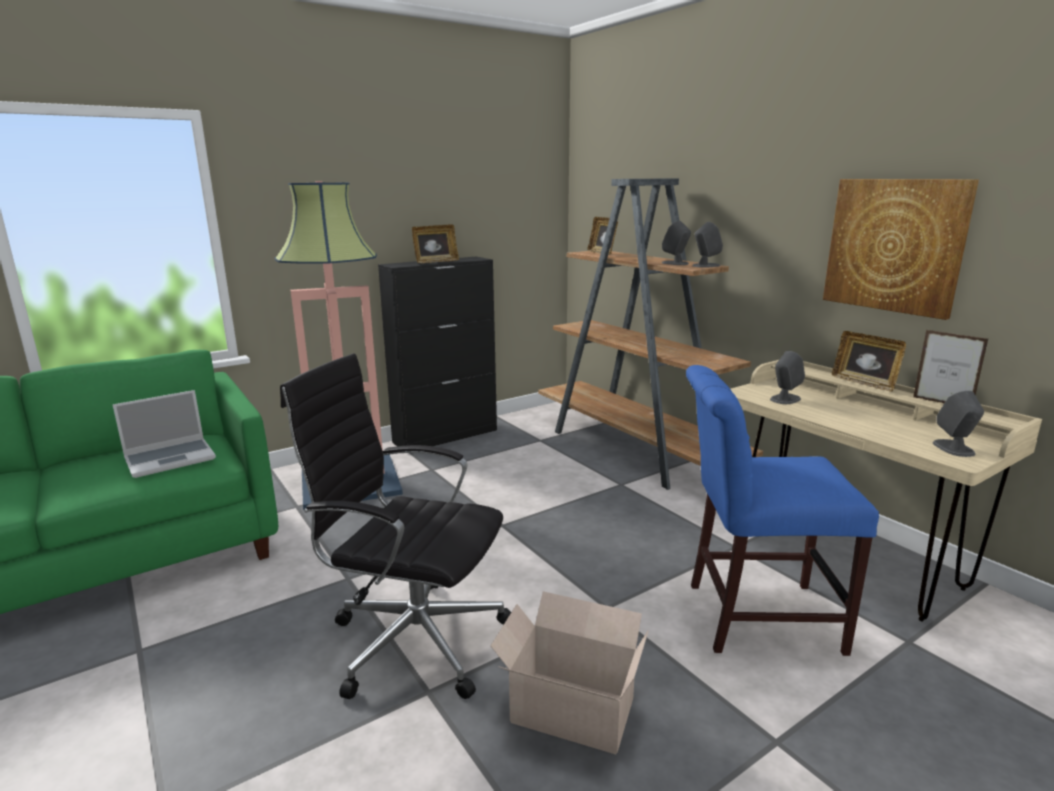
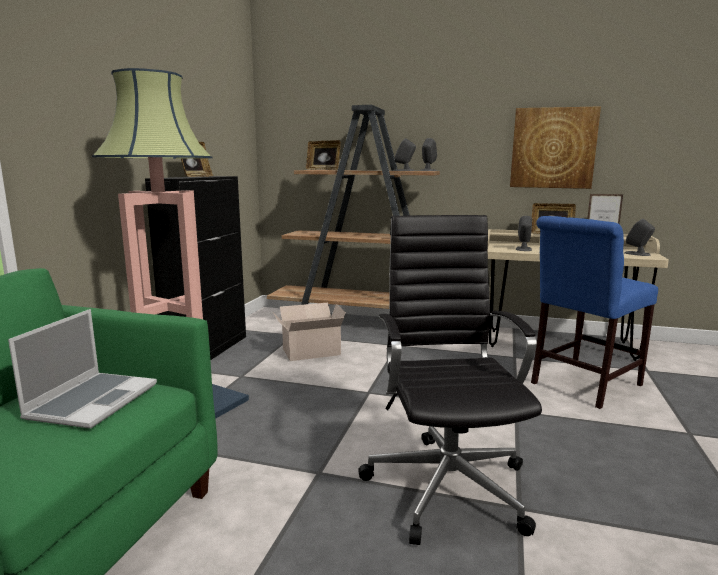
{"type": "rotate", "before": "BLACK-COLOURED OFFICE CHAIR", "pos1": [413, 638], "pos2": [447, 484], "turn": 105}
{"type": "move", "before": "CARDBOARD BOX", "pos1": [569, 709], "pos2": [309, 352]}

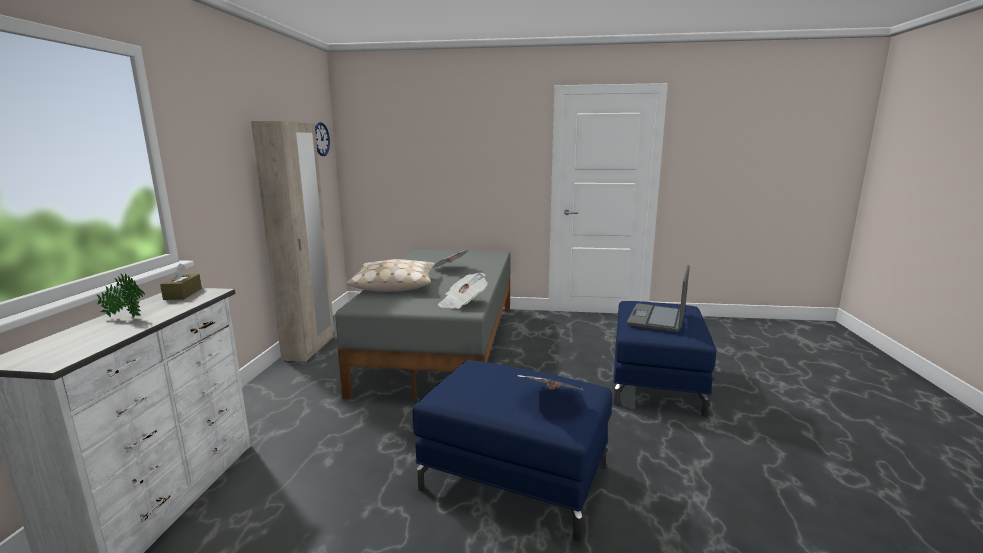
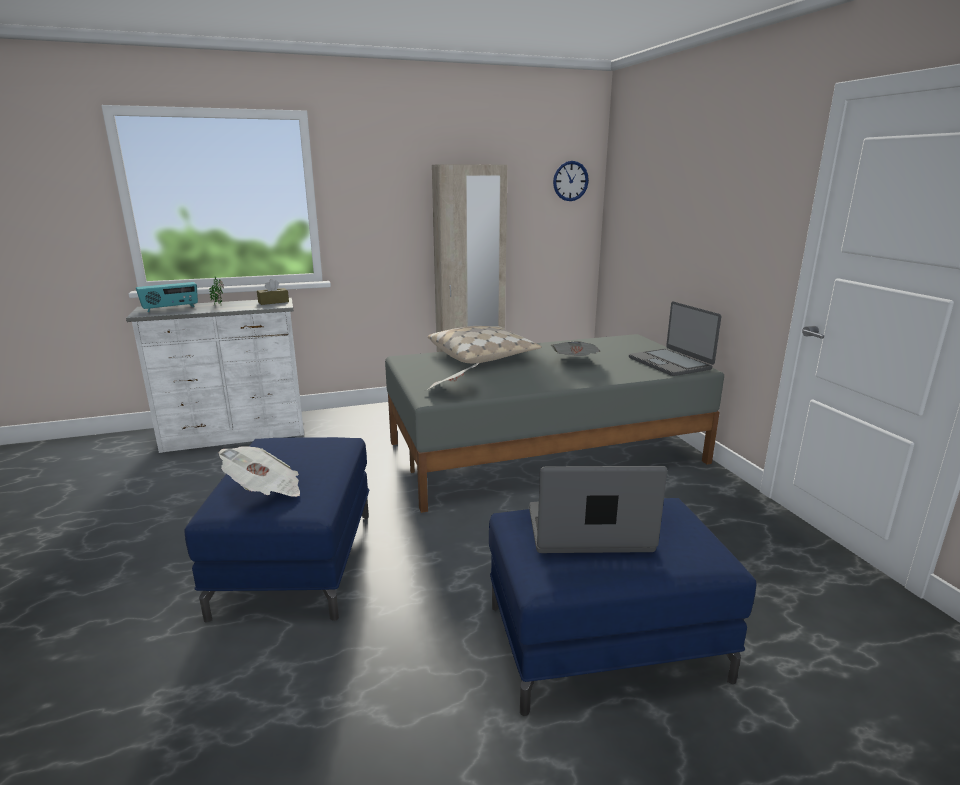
{"type": "insert", "after": "RADIO SET", "pos2": [170, 308]}
{"type": "insert", "after": "PORTABLE COMPUTER", "pos2": [670, 363]}

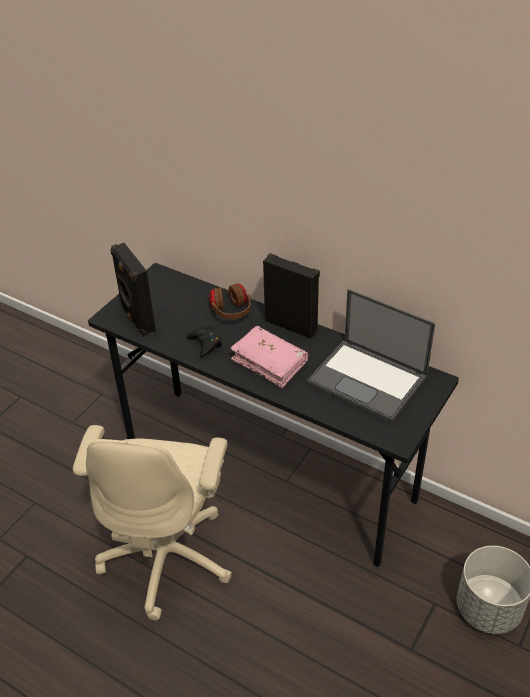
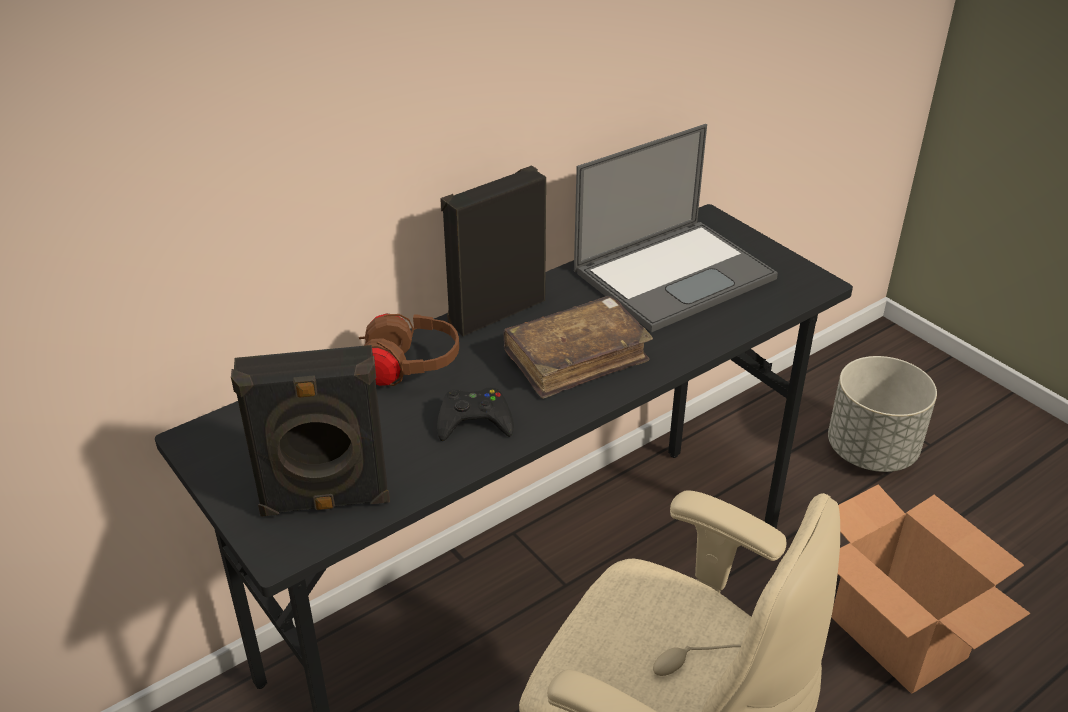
{"type": "recolor", "before": "PINK BOUND BOOK", "after": "BROWN-COLOURED BOUND BOOK", "pos1": [269, 362], "pos2": [576, 358]}
{"type": "insert", "after": "CARDBOARD BOX", "pos2": [899, 638]}

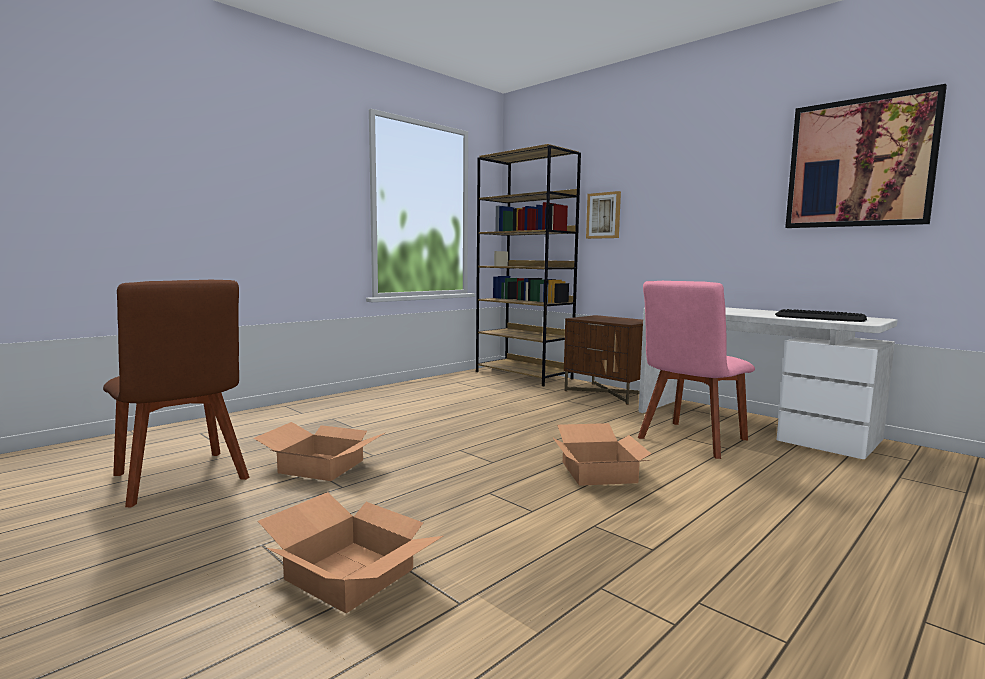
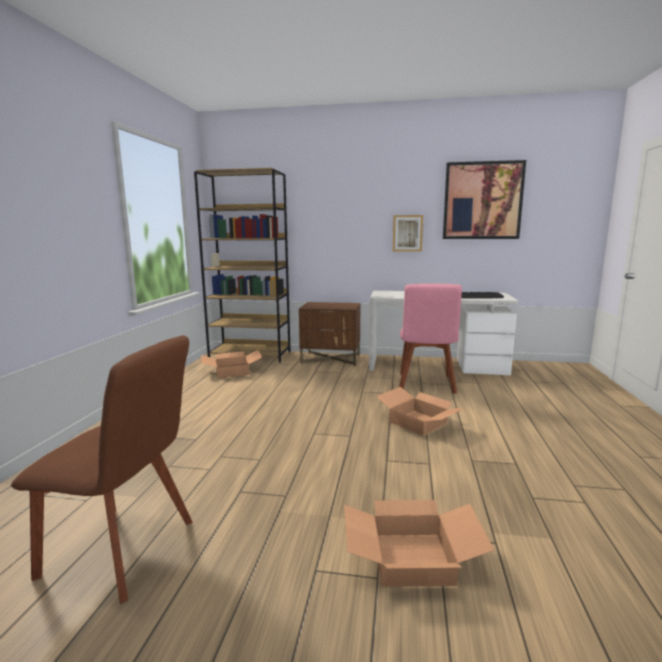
{"type": "move", "before": "WALL ART", "pos1": [603, 215], "pos2": [407, 233]}
{"type": "move", "before": "CARDBOARD BOX", "pos1": [323, 466], "pos2": [232, 371]}

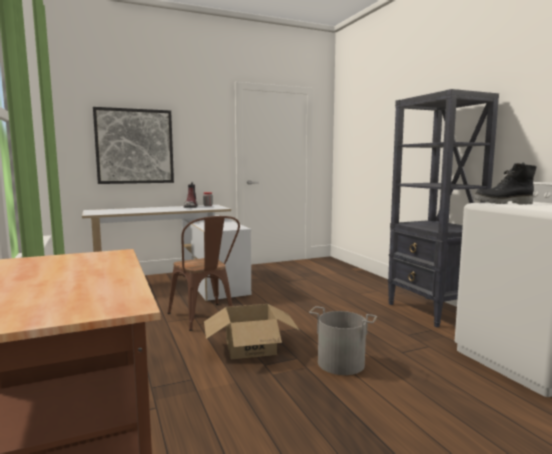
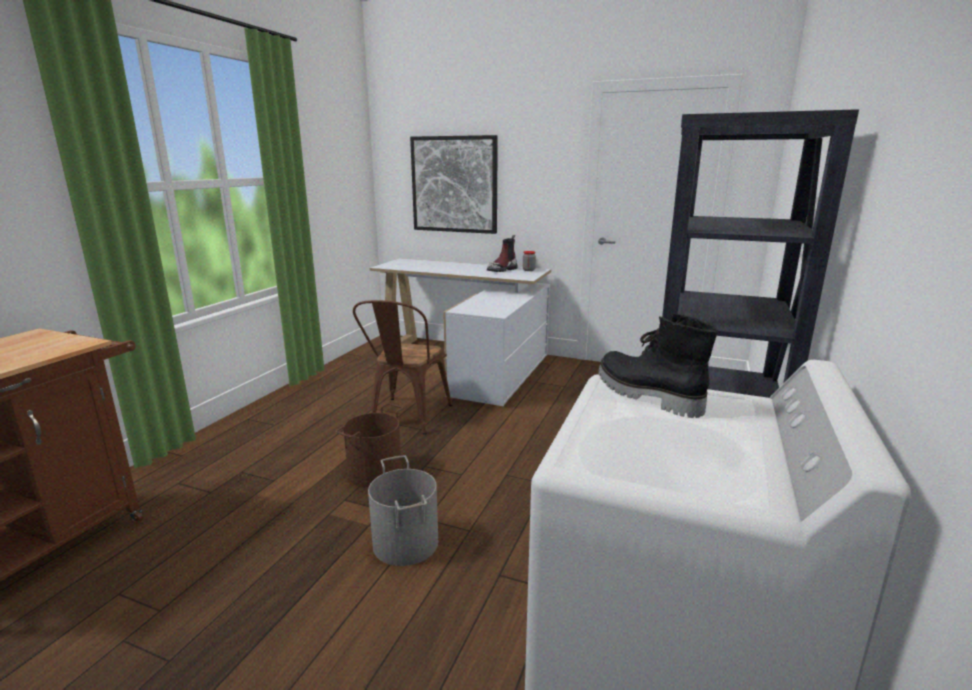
{"type": "replace", "before": "CARDBOARD BOX", "after": "BROWN-COLOURED WATER BUCKET", "pos1": [251, 347], "pos2": [375, 472]}

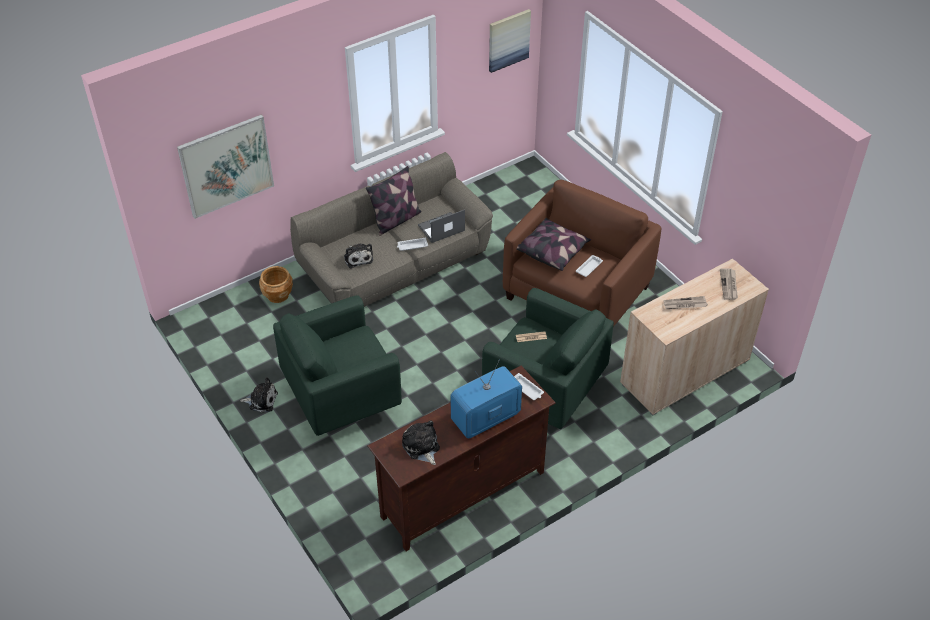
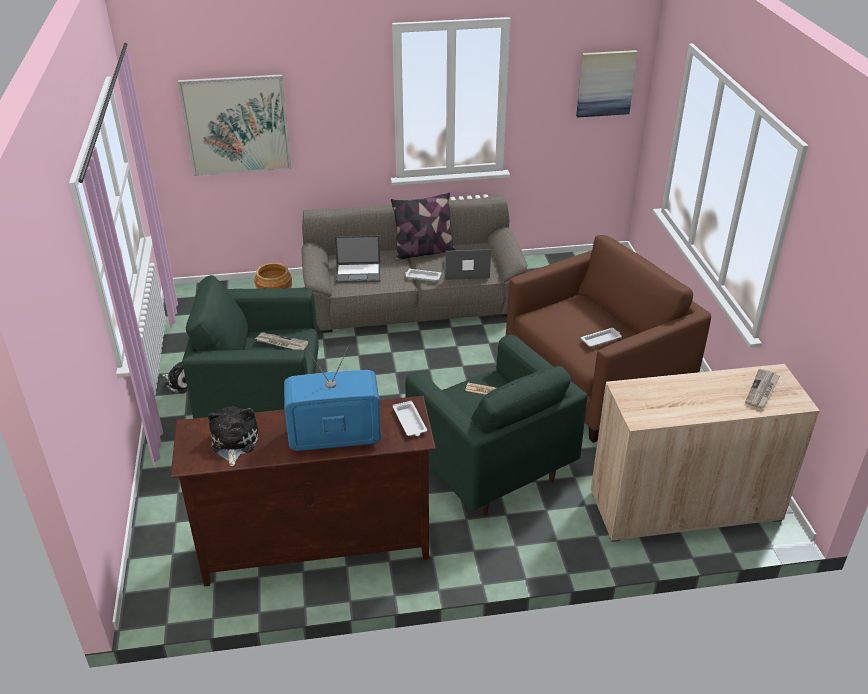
{"type": "delete", "before": "PILLOW", "pos1": [552, 251]}
{"type": "replace", "before": "CUDDLY TOY", "after": "PORTABLE COMPUTER", "pos1": [358, 258], "pos2": [359, 273]}
{"type": "move", "before": "PRINTED PAPER", "pos1": [684, 304], "pos2": [281, 343]}

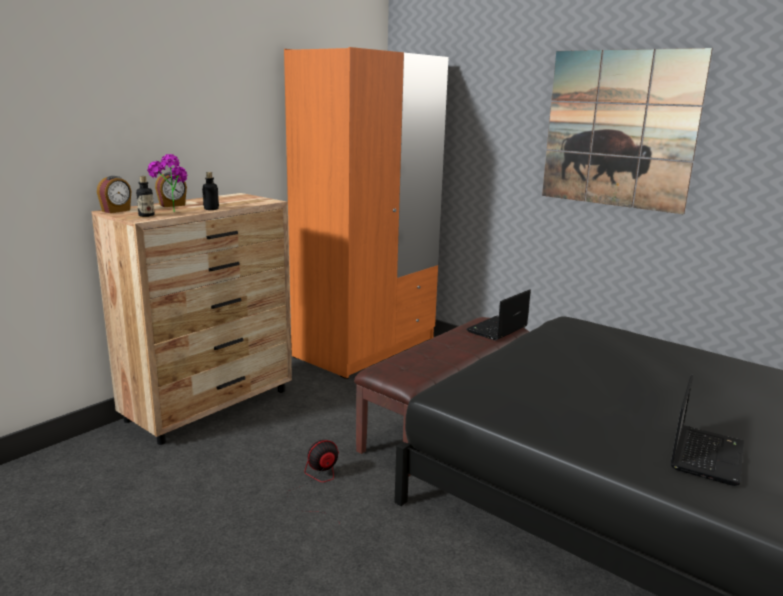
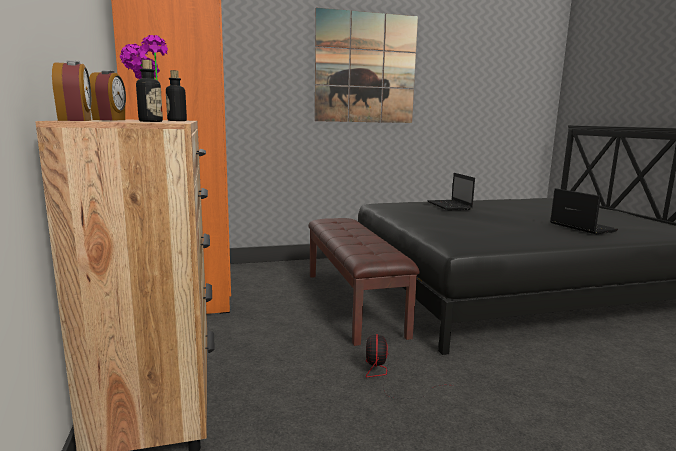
{"type": "move", "before": "PORTABLE COMPUTER", "pos1": [497, 330], "pos2": [450, 206]}

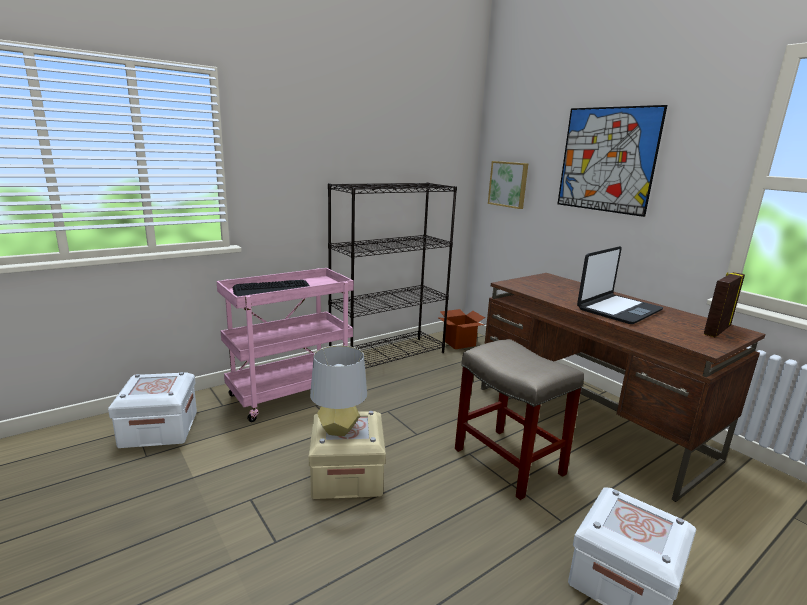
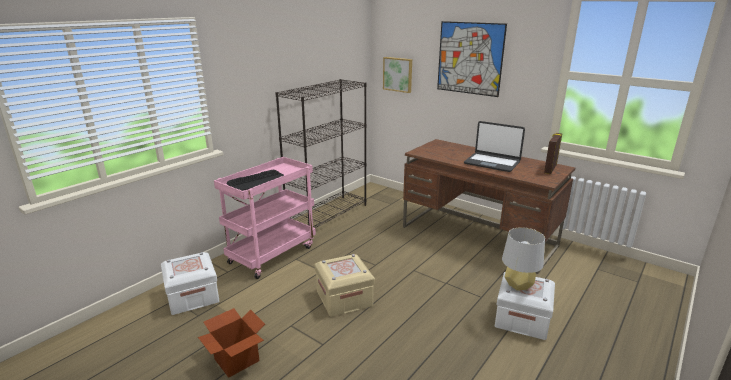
{"type": "rotate", "before": "PORTABLE COMPUTER", "pos1": [618, 309], "pos2": [492, 163], "turn": 90}
{"type": "move", "before": "CARDBOARD BOX", "pos1": [459, 343], "pos2": [237, 360]}
{"type": "delete", "before": "BEIGE-COLOURED STOOL", "pos1": [507, 460]}
{"type": "move", "before": "GREYISH TABLE LAMP", "pos1": [338, 429], "pos2": [518, 285]}

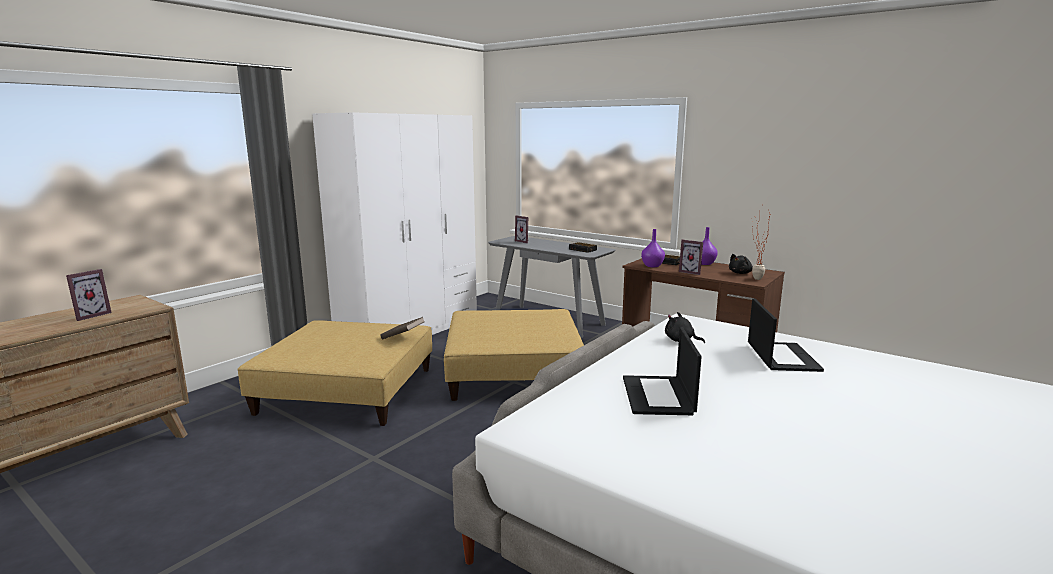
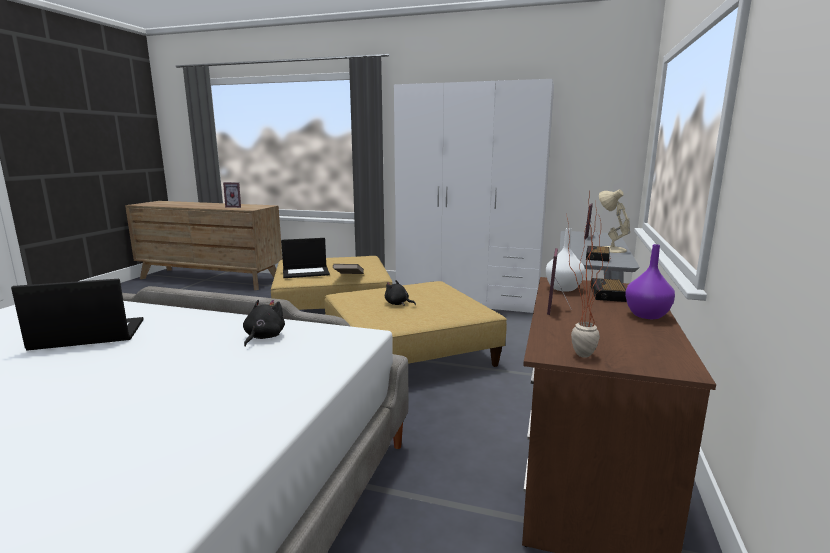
{"type": "recolor", "before": "PURPLE-COLOURED VASE", "after": "WHITISH VASE", "pos1": [651, 266], "pos2": [563, 288]}
{"type": "move", "before": "BLACK-COLOURED CUDDLY TOY", "pos1": [741, 273], "pos2": [398, 304]}
{"type": "move", "before": "PORTABLE COMPUTER", "pos1": [781, 356], "pos2": [306, 272]}
{"type": "insert", "after": "BEIGE-COLOURED TABLE LAMP", "pos2": [610, 249]}

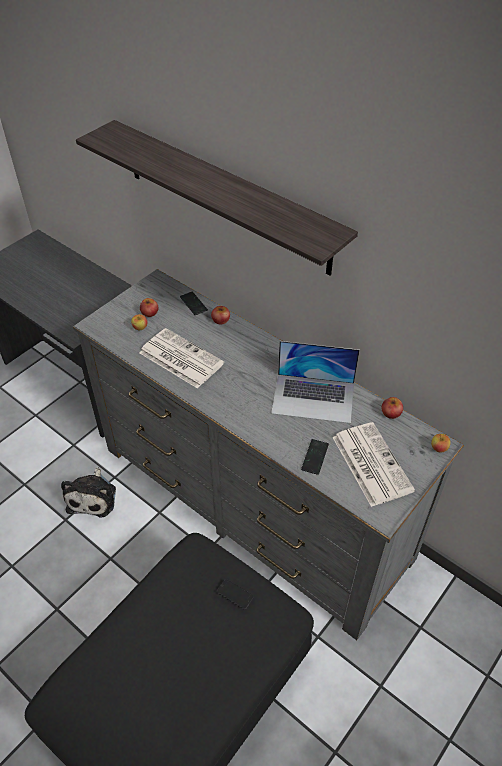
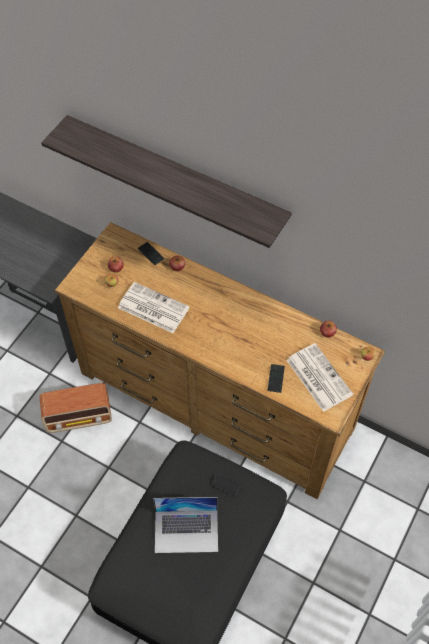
{"type": "recolor", "before": "GREYISH DRESSER", "after": "BROWN-COLOURED DRESSER", "pos1": [253, 502], "pos2": [215, 400]}
{"type": "move", "before": "PORTABLE COMPUTER", "pos1": [313, 398], "pos2": [186, 531]}
{"type": "replace", "before": "CUDDLY TOY", "after": "RADIO SET", "pos1": [93, 497], "pos2": [79, 417]}

